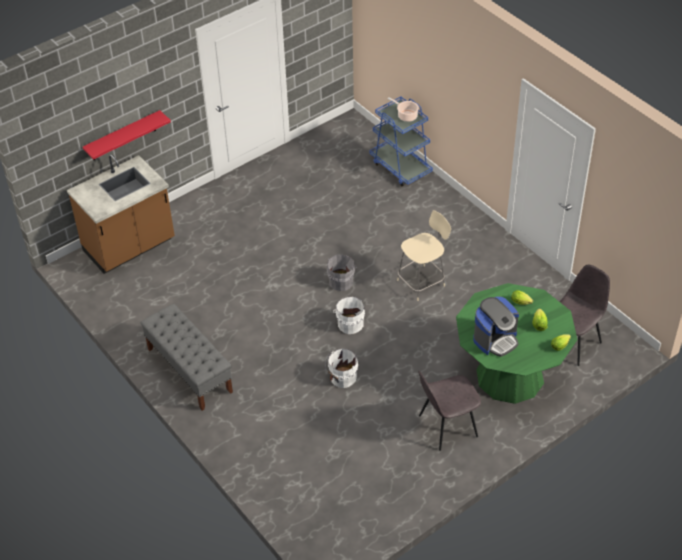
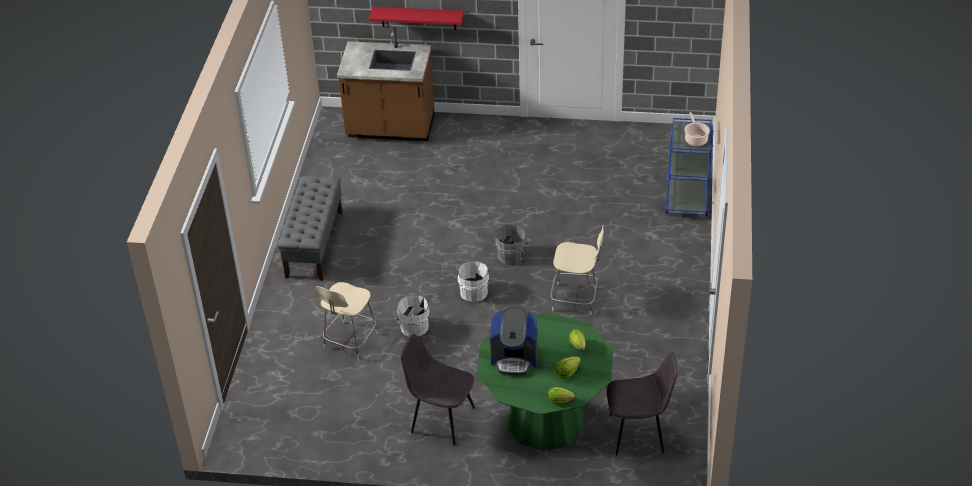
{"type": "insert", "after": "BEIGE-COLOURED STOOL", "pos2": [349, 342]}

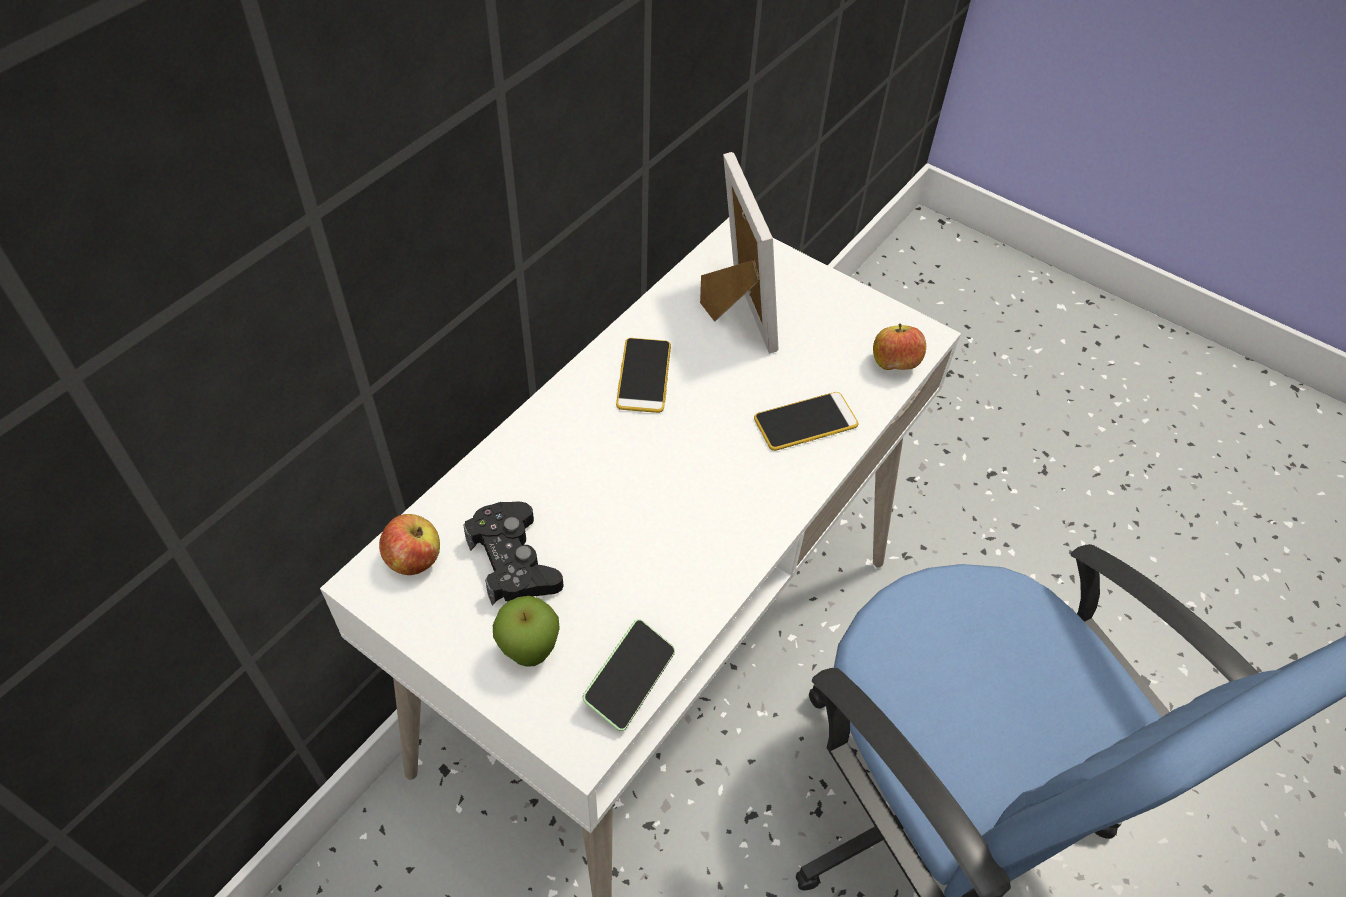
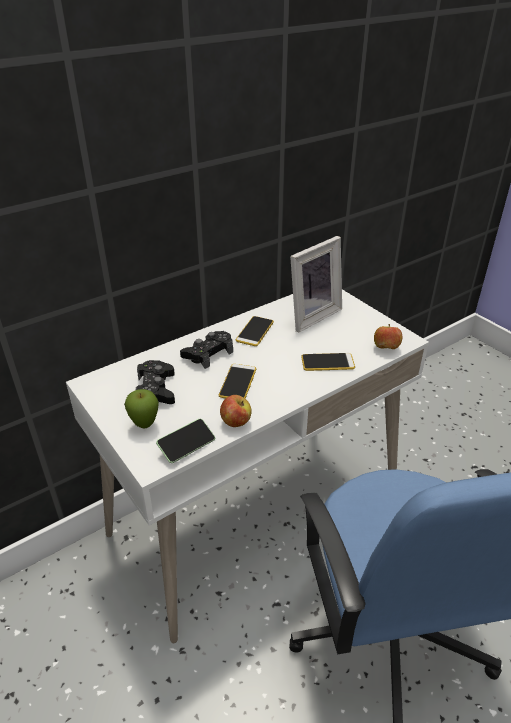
{"type": "rotate", "before": "STANDING FRAME", "pos1": [732, 313], "pos2": [310, 315], "turn": 45}
{"type": "move", "before": "WHOLE APPLE", "pos1": [414, 559], "pos2": [236, 422]}
{"type": "insert", "after": "BLACK-COLOURED JOYPAD", "pos2": [208, 353]}
{"type": "insert", "after": "TELEPHONE", "pos2": [238, 382]}

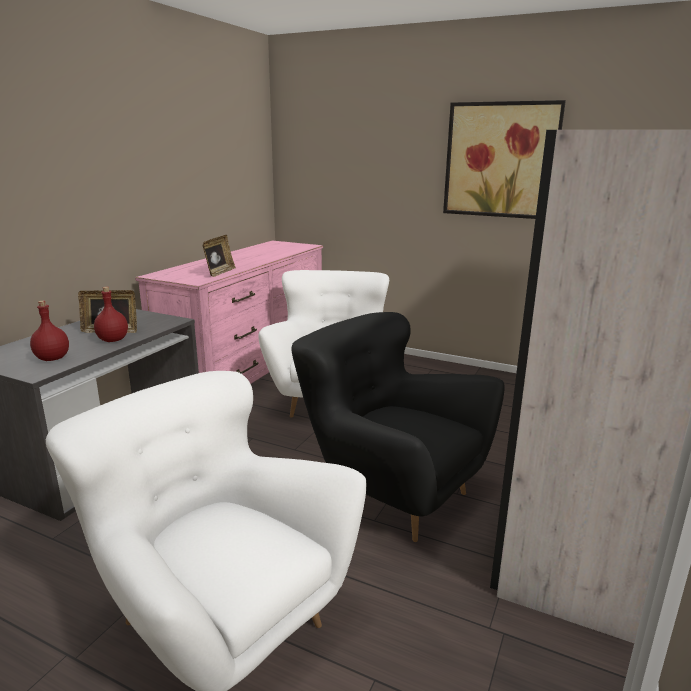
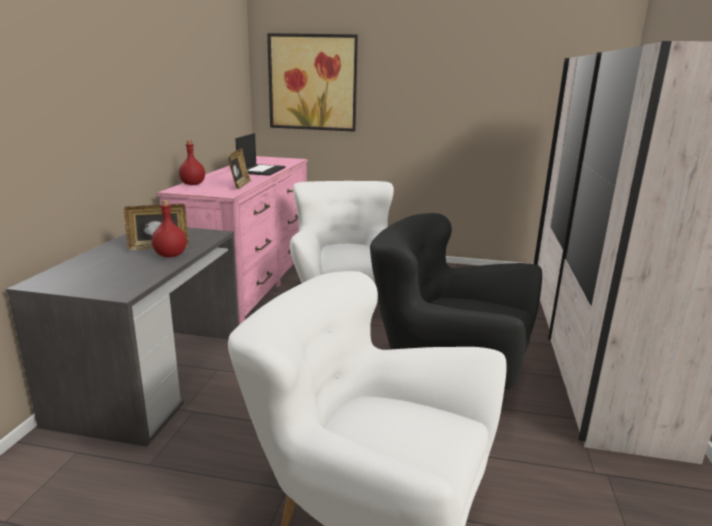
{"type": "move", "before": "WALL ART", "pos1": [500, 160], "pos2": [312, 83]}
{"type": "move", "before": "RED-COLOURED BEVERAGE BOTTLE", "pos1": [51, 358], "pos2": [192, 184]}
{"type": "insert", "after": "PORTABLE COMPUTER", "pos2": [261, 170]}

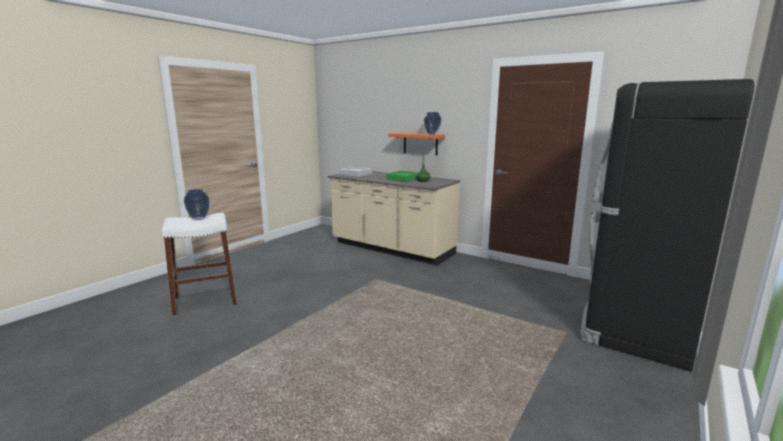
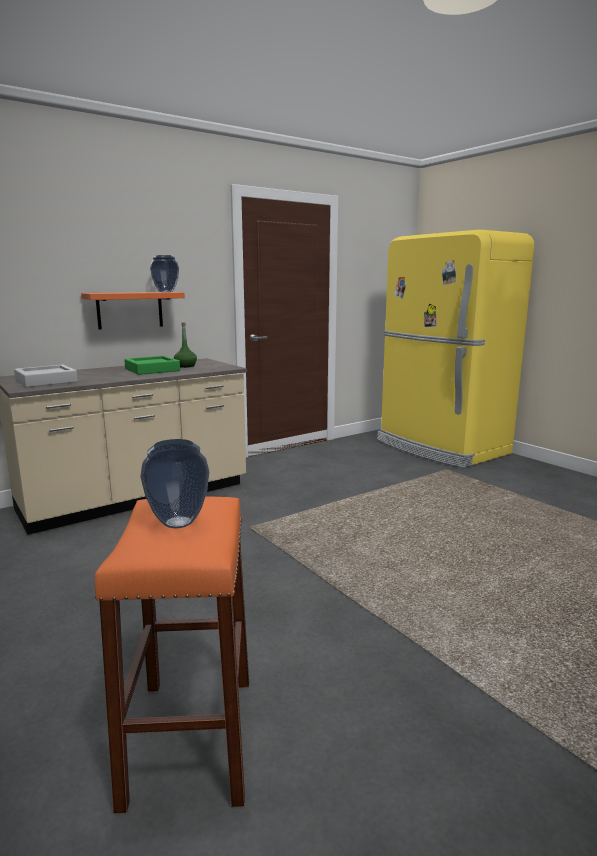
{"type": "recolor", "before": "BLACK-COLOURED FRIDGE", "after": "YELLOW-COLOURED FRIDGE", "pos1": [636, 326], "pos2": [441, 447]}
{"type": "recolor", "before": "WHITISH STOOL", "after": "ORANGE-COLOURED STOOL", "pos1": [205, 301], "pos2": [191, 738]}

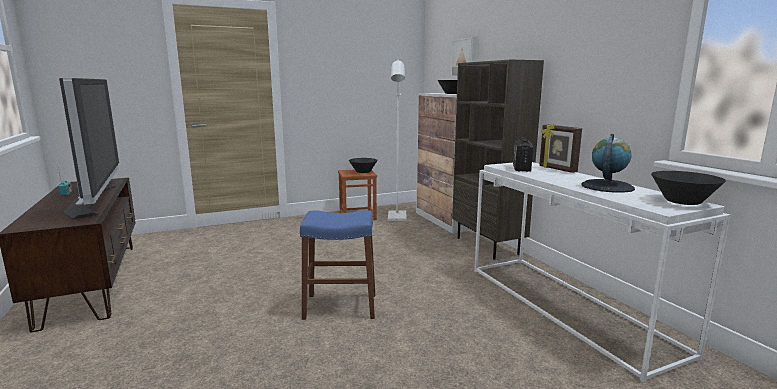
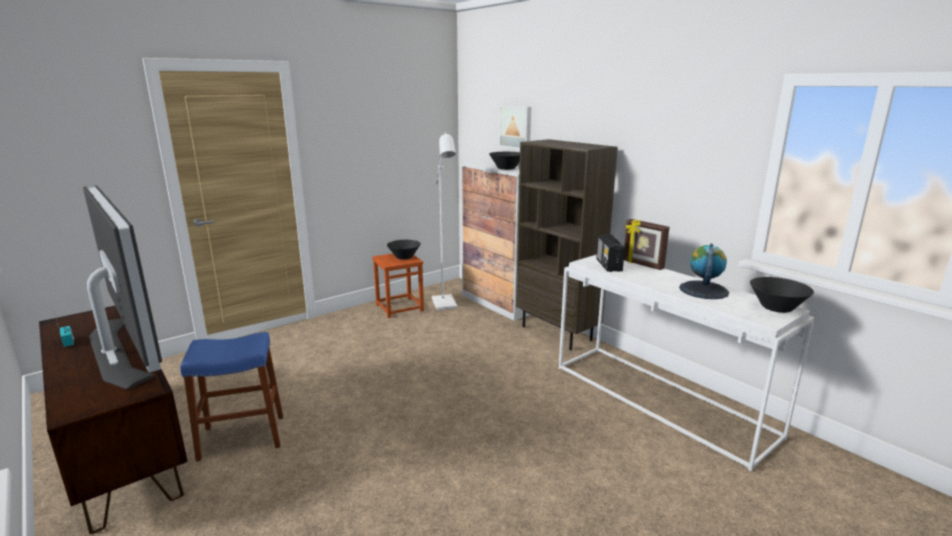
{"type": "move", "before": "BLUE-COLOURED STOOL", "pos1": [340, 306], "pos2": [242, 437]}

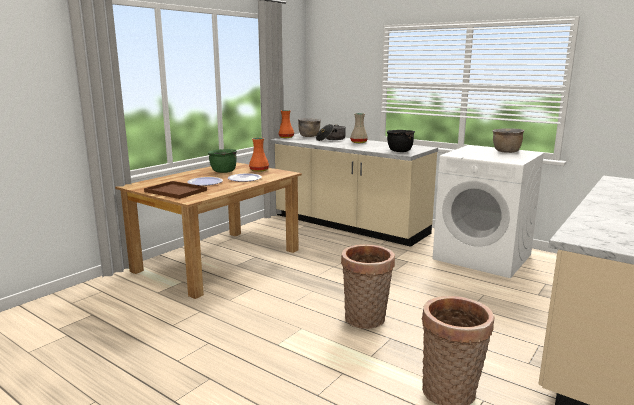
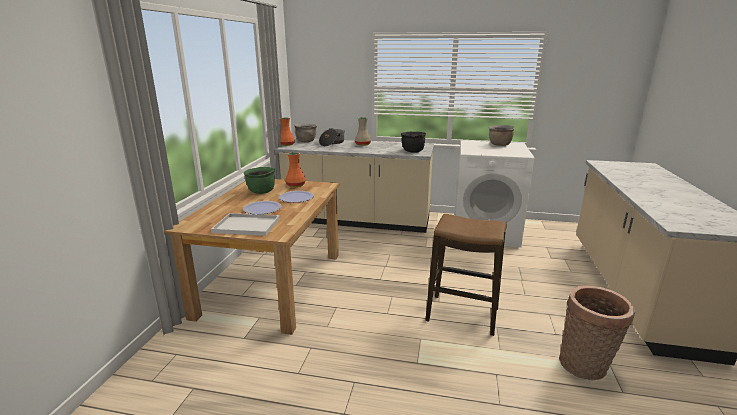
{"type": "recolor", "before": "BROWN-COLOURED TRAY", "after": "WHITISH TRAY", "pos1": [174, 191], "pos2": [245, 226]}
{"type": "replace", "before": "STORAGE BASKET", "after": "STOOL", "pos1": [366, 320], "pos2": [462, 315]}

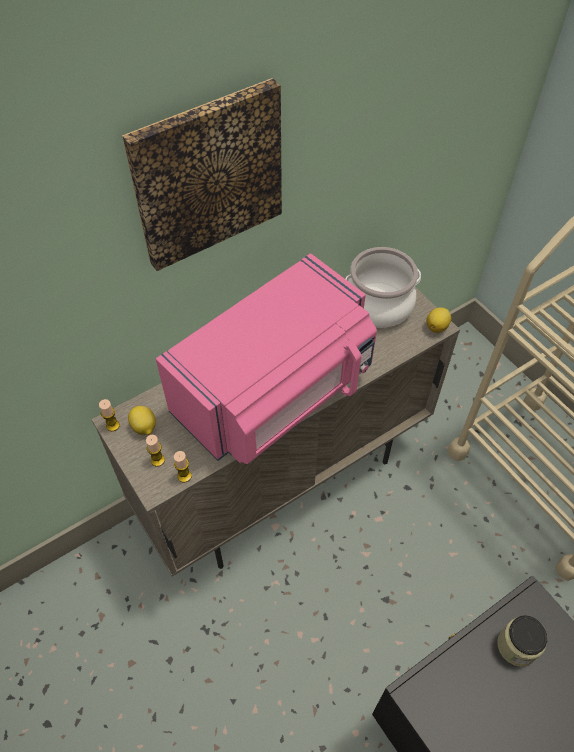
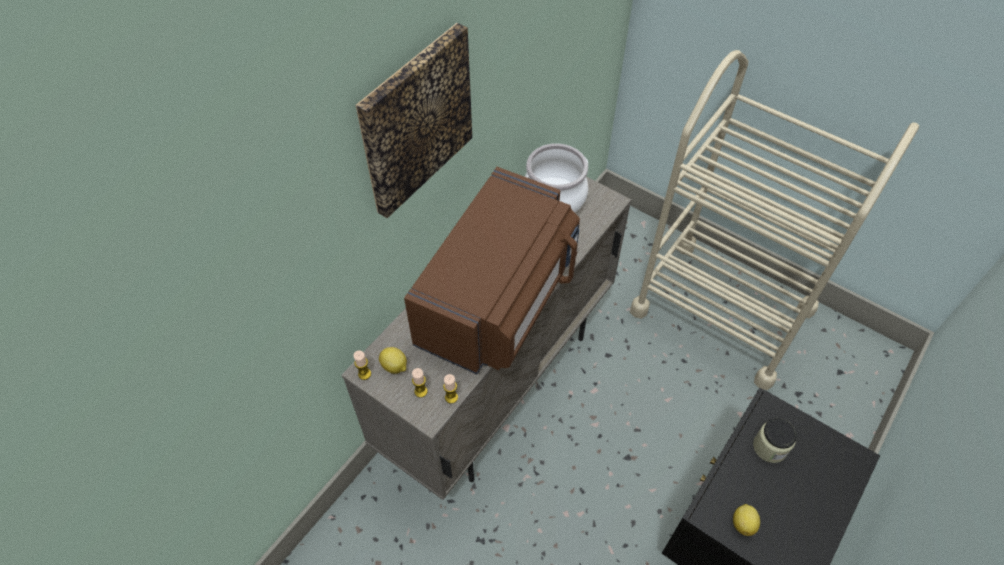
{"type": "recolor", "before": "PINK MICROWAVE", "after": "BROWN-COLOURED MICROWAVE", "pos1": [276, 393], "pos2": [499, 300]}
{"type": "move", "before": "WHOLE LEMON", "pos1": [437, 327], "pos2": [743, 523]}

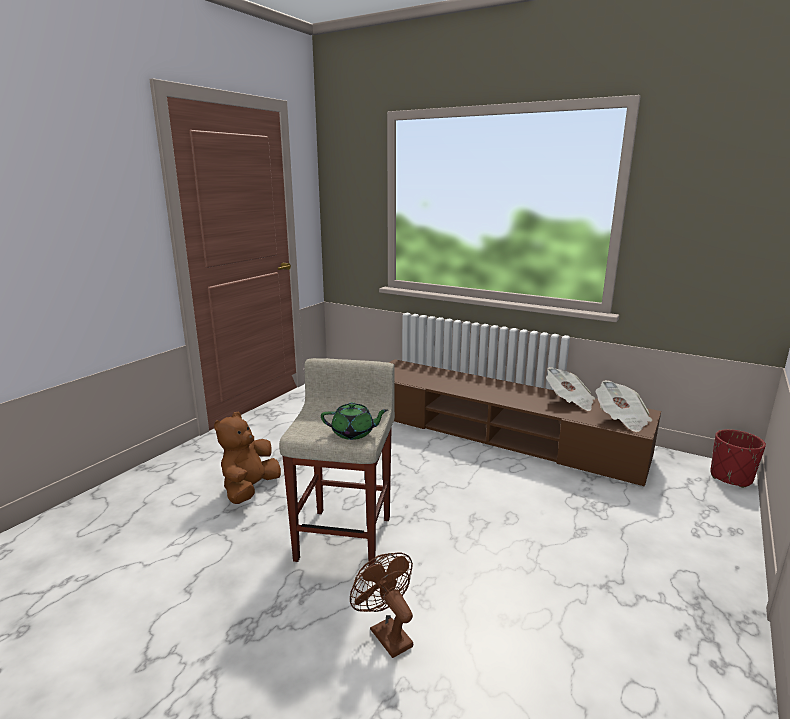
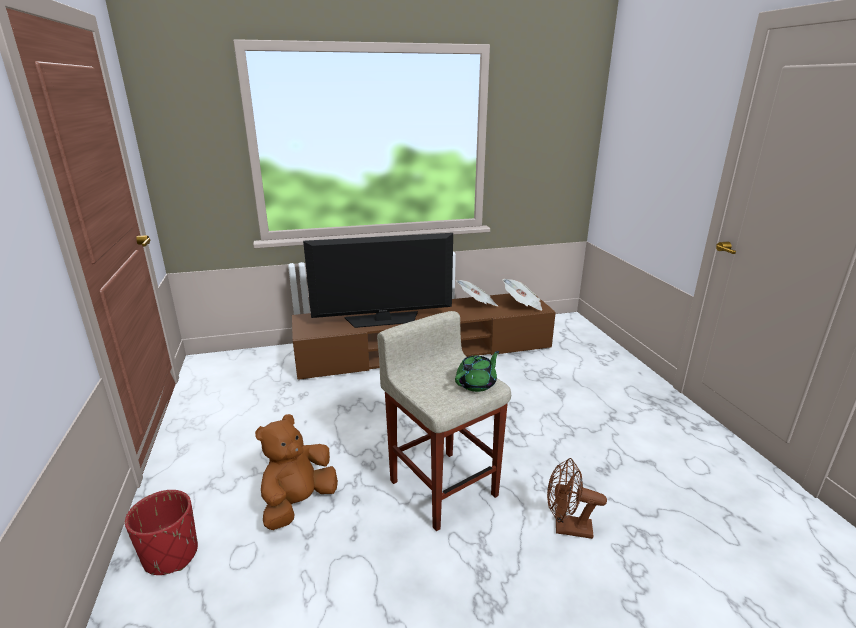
{"type": "rotate", "before": "BROWN-COLOURED CUDDLY TOY", "pos1": [250, 489], "pos2": [298, 503], "turn": 60}
{"type": "move", "before": "RED-COLOURED FLOWER POT", "pos1": [731, 477], "pos2": [171, 555]}
{"type": "insert", "after": "TV SET", "pos2": [383, 320]}

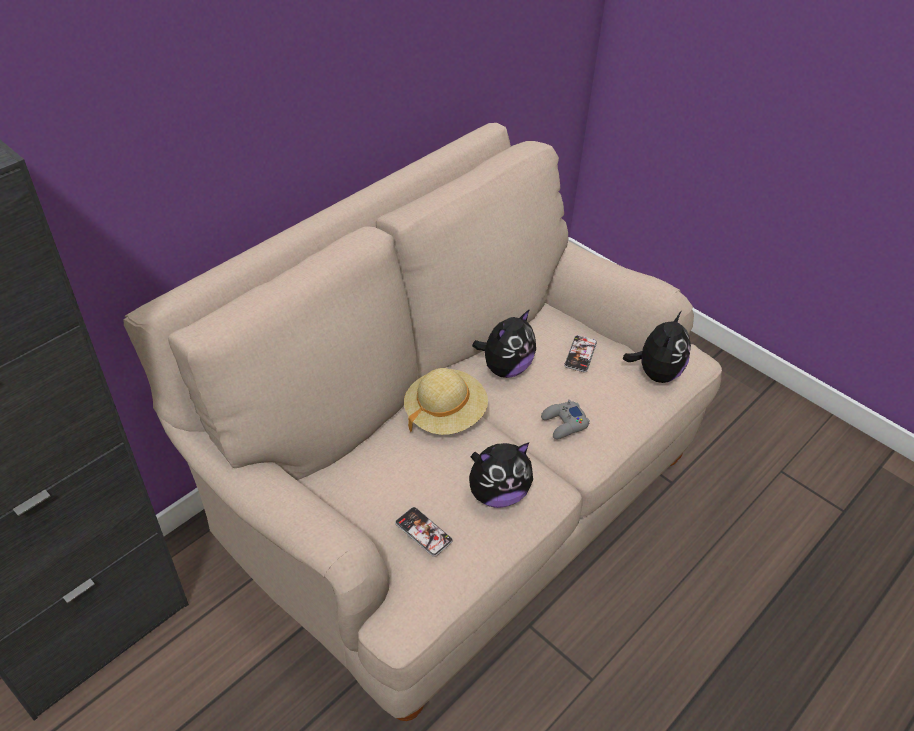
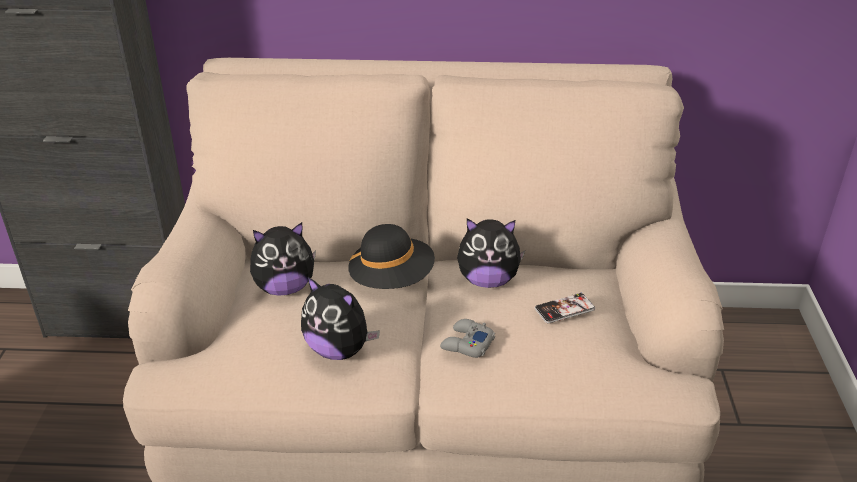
{"type": "move", "before": "CUDDLY TOY", "pos1": [656, 373], "pos2": [285, 288]}
{"type": "recolor", "before": "BEIGE-COLOURED WEARABLE HAT", "after": "BLACK-COLOURED WEARABLE HAT", "pos1": [445, 414], "pos2": [392, 279]}
{"type": "delete", "before": "TELEPHONE", "pos1": [423, 532]}

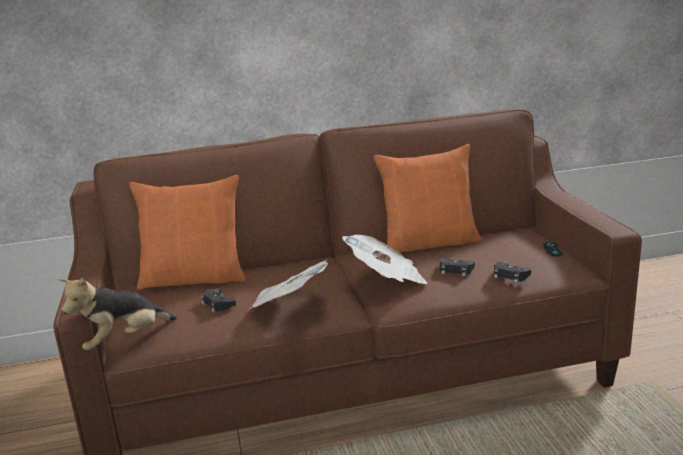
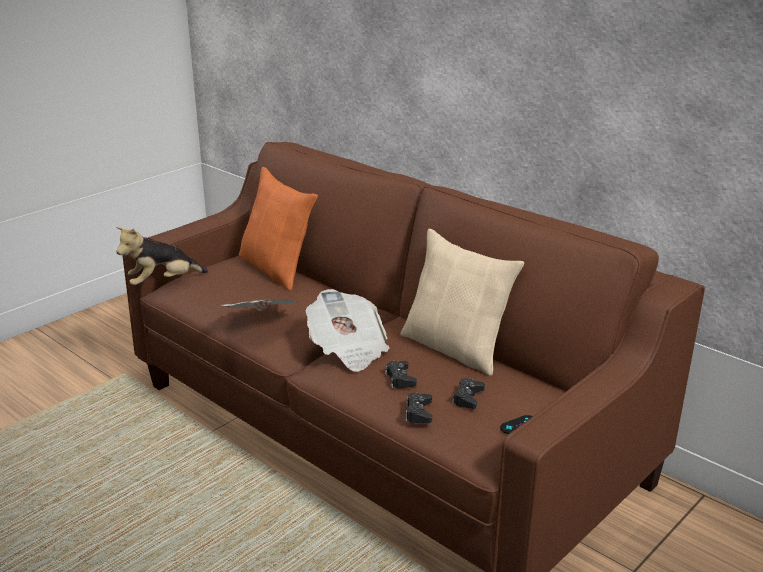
{"type": "recolor", "before": "ORANGE-COLOURED PILLOW", "after": "BEIGE-COLOURED PILLOW", "pos1": [429, 243], "pos2": [456, 348]}
{"type": "rotate", "before": "CUDDLY TOY", "pos1": [123, 340], "pos2": [162, 282], "turn": -45}
{"type": "move", "before": "BLACK-COLOURED JOYPAD", "pos1": [218, 304], "pos2": [468, 398]}

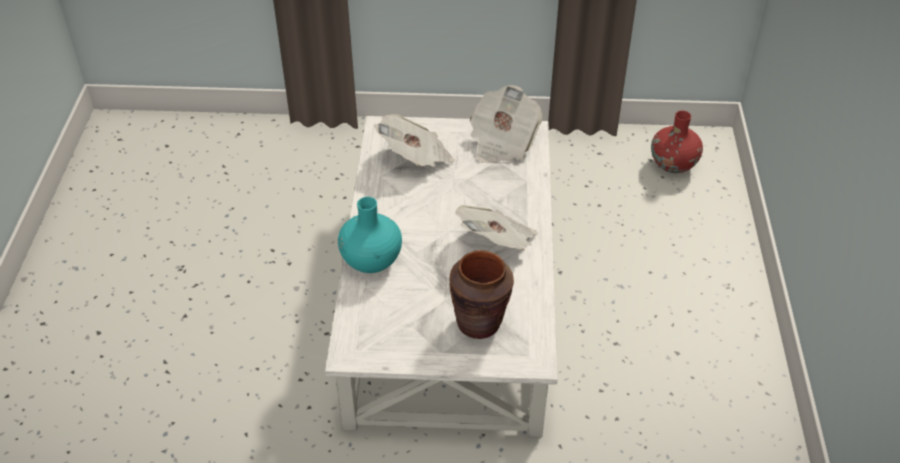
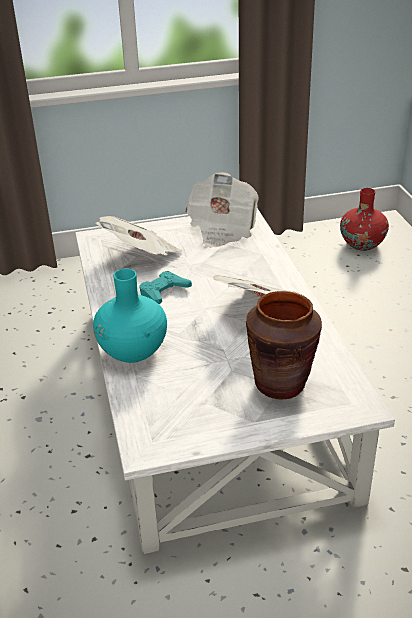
{"type": "insert", "after": "TURQUOISE JOYPAD", "pos2": [164, 291]}

